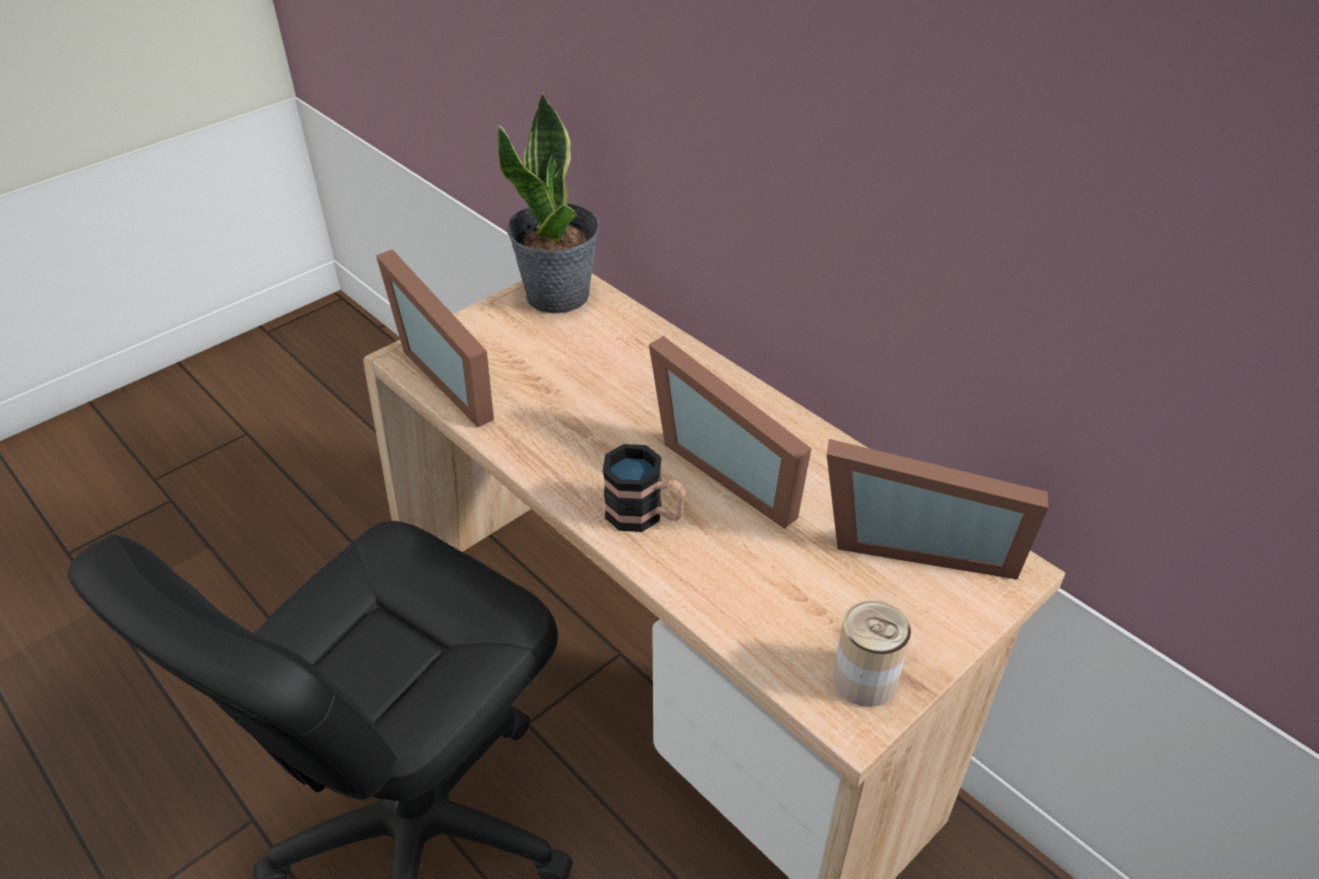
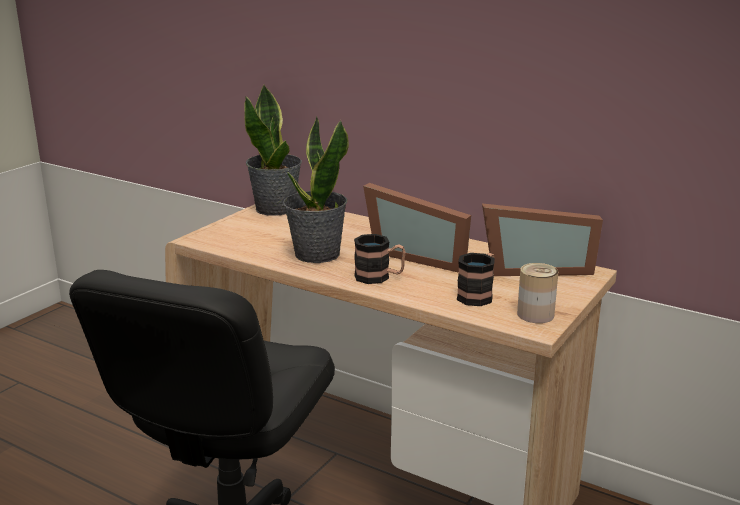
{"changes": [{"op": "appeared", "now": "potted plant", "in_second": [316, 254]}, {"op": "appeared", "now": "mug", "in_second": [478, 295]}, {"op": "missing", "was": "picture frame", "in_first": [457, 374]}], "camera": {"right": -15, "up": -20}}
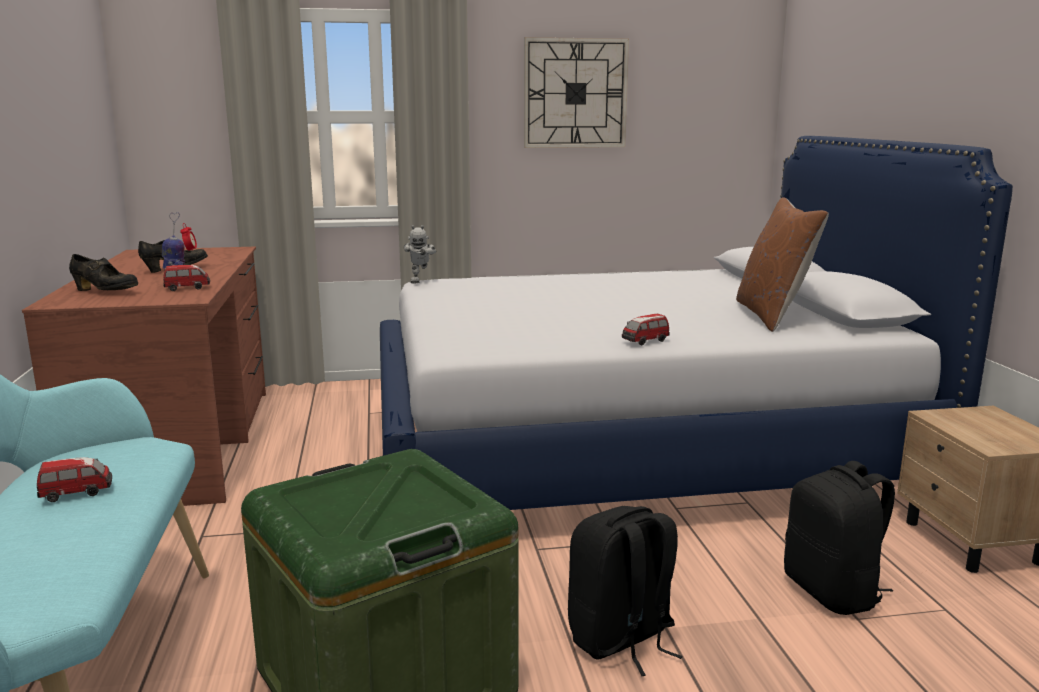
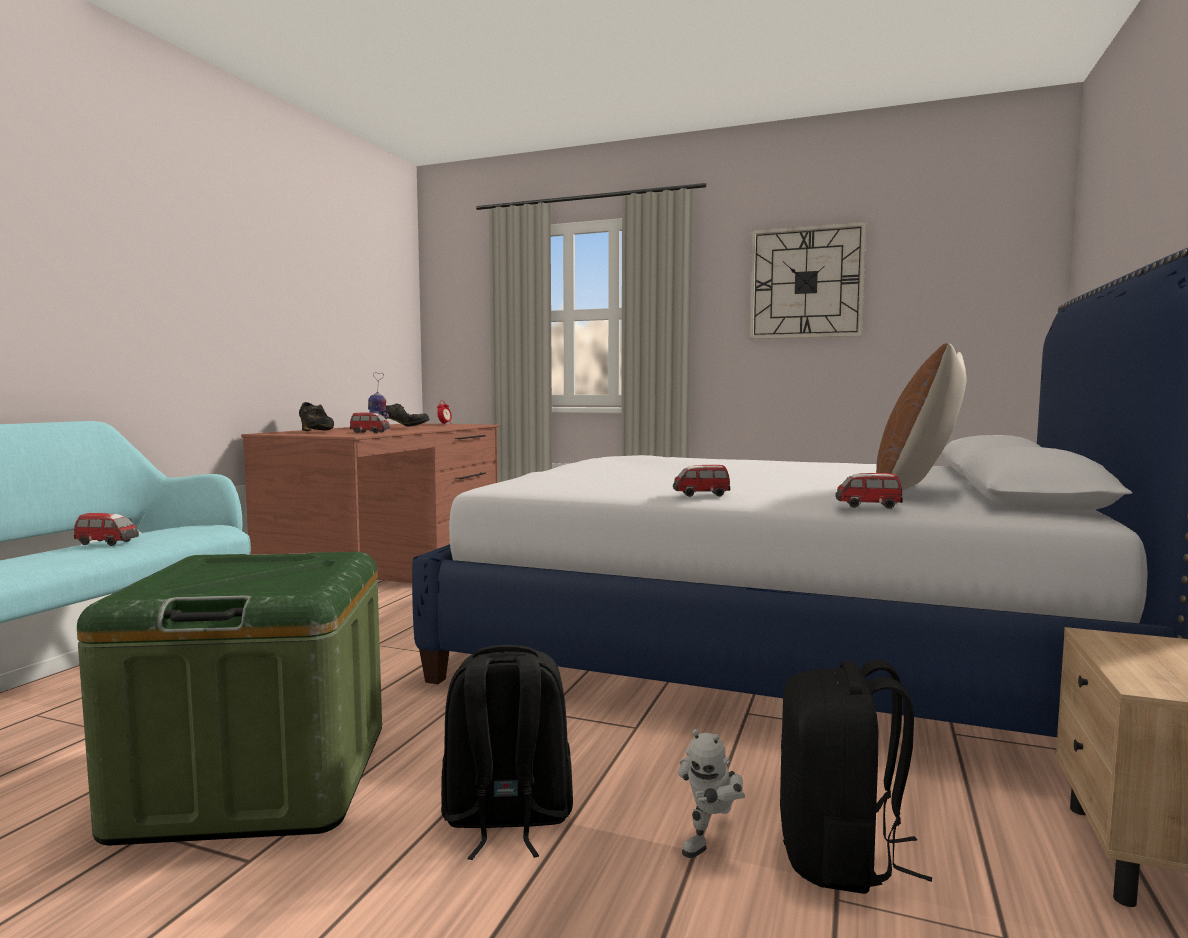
{"changes": [{"op": "relocated", "was": "toy robot", "in_first": [420, 281], "in_second": [712, 843]}, {"op": "appeared", "now": "toy car", "in_second": [867, 506]}], "camera": {"right": 30, "up": -10}}
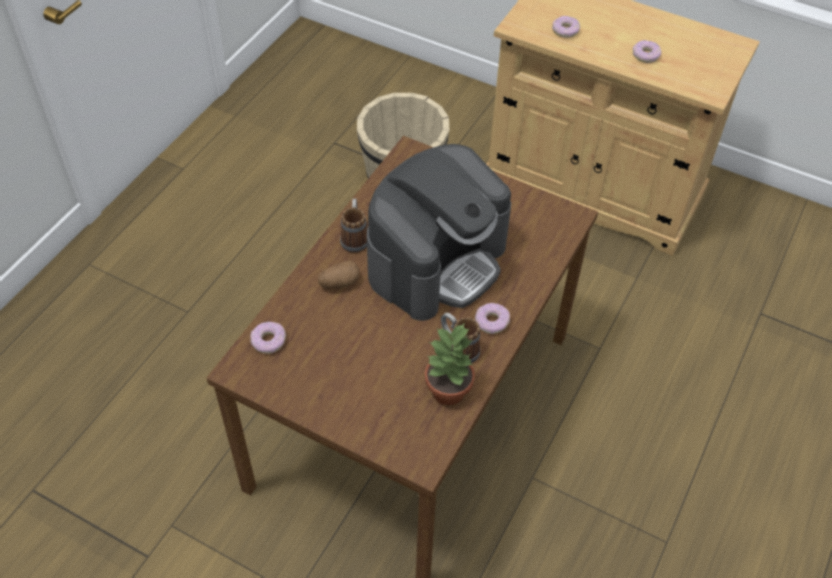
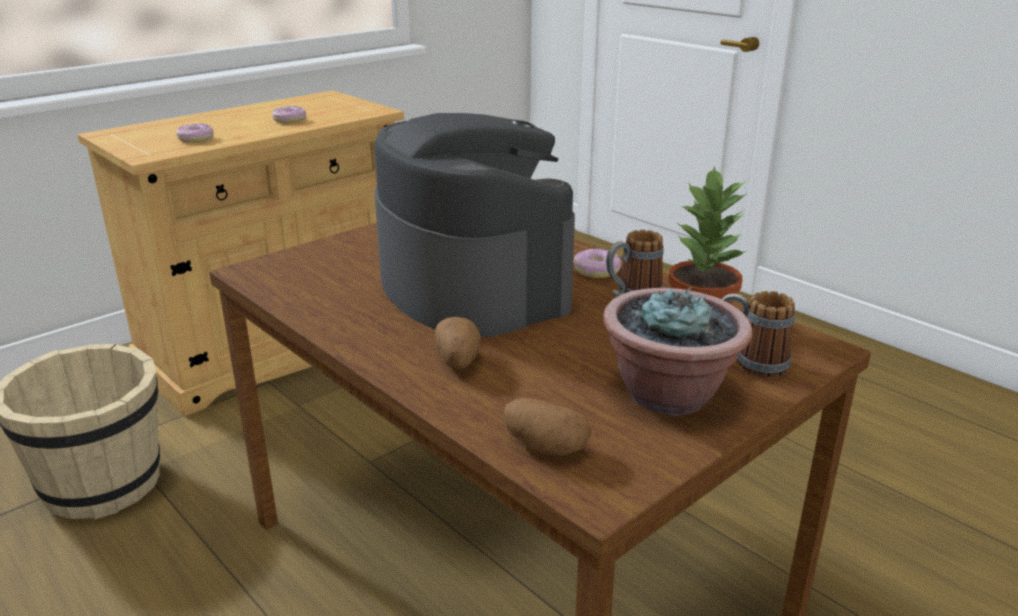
{"changes": [{"op": "exchanged", "was": "donut", "now": "potato", "in_first": [268, 341], "in_second": [544, 447]}, {"op": "appeared", "now": "potted plant", "in_second": [669, 395]}, {"op": "relocated", "was": "mug", "in_first": [355, 237], "in_second": [750, 363]}], "camera": {"right": -70, "up": -25}}
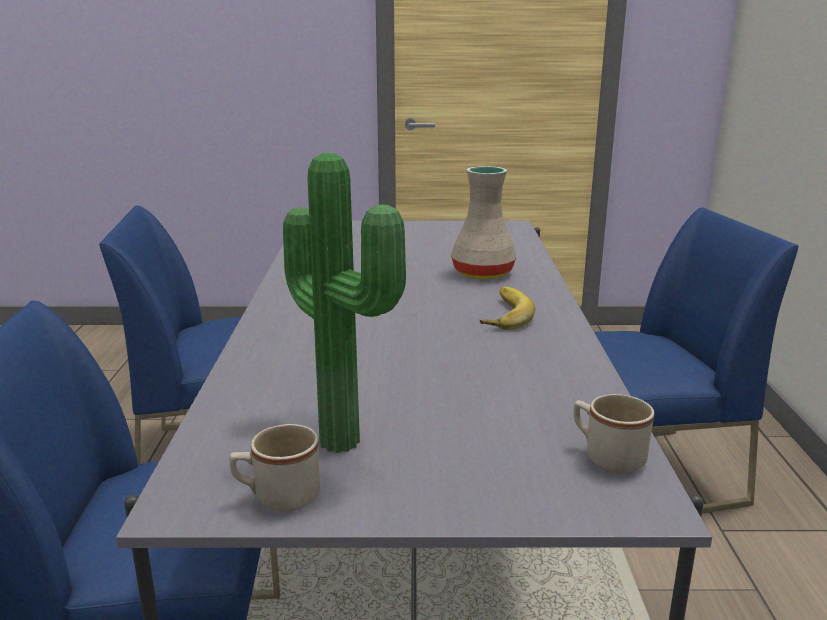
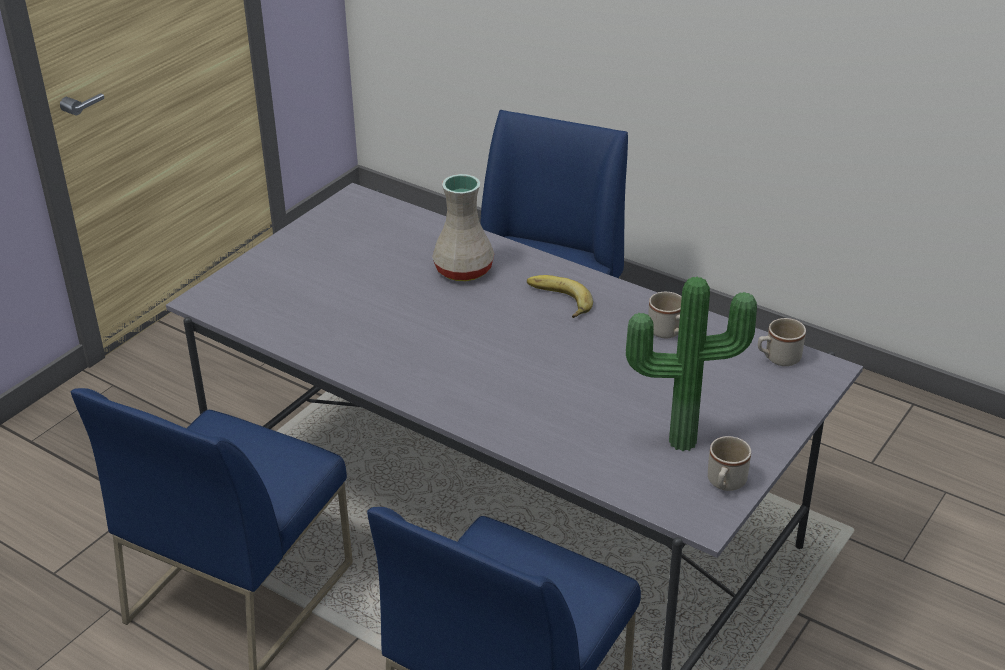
{"changes": [{"op": "appeared", "now": "beige mug", "in_second": [668, 333]}], "camera": {"right": -55, "up": 15}}
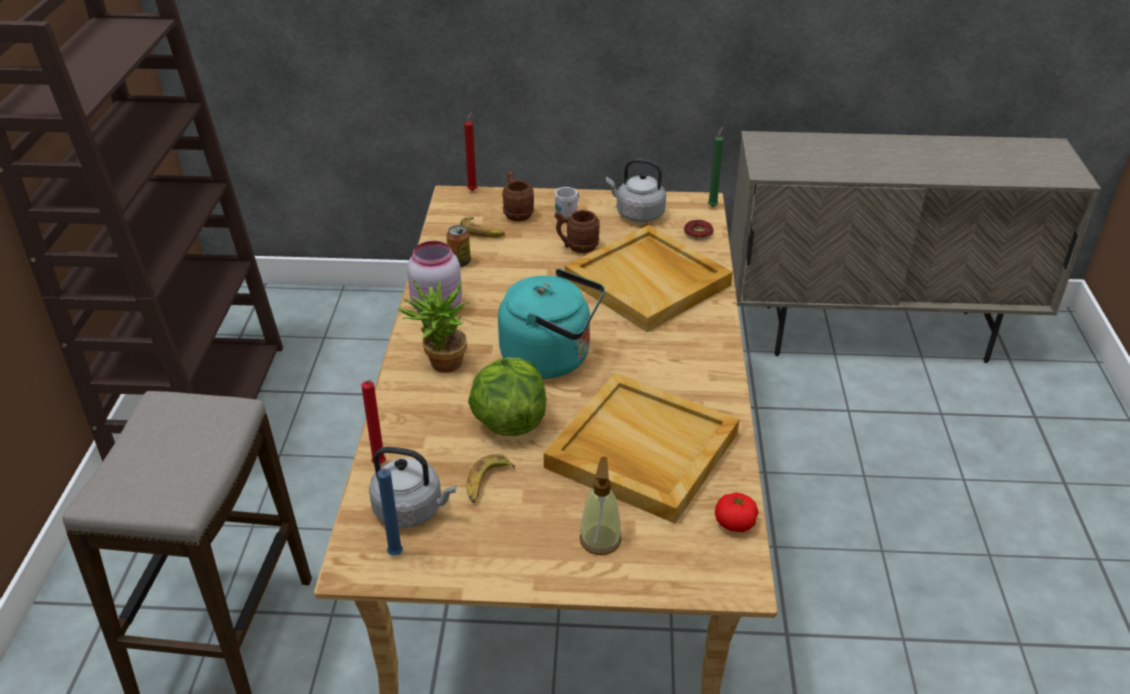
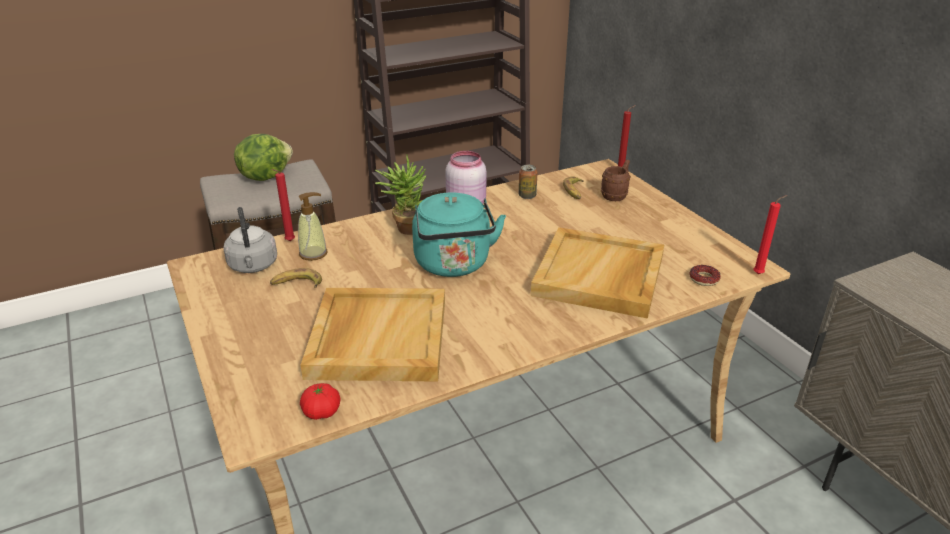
{"changes": [{"op": "relocated", "was": "lettuce", "in_first": [508, 421], "in_second": [265, 176]}, {"op": "relocated", "was": "soap dispenser", "in_first": [600, 539], "in_second": [313, 253]}, {"op": "colour", "was": "green candle", "now": "red candle", "in_first": [713, 206], "in_second": [760, 274]}, {"op": "missing", "was": "blue candle", "in_first": [395, 556]}, {"op": "missing", "was": "white mug", "in_first": [568, 216]}, {"op": "missing", "was": "brown mug", "in_first": [576, 247]}, {"op": "missing", "was": "grey kettle", "in_first": [637, 214]}], "camera": {"right": 60, "up": -5}}
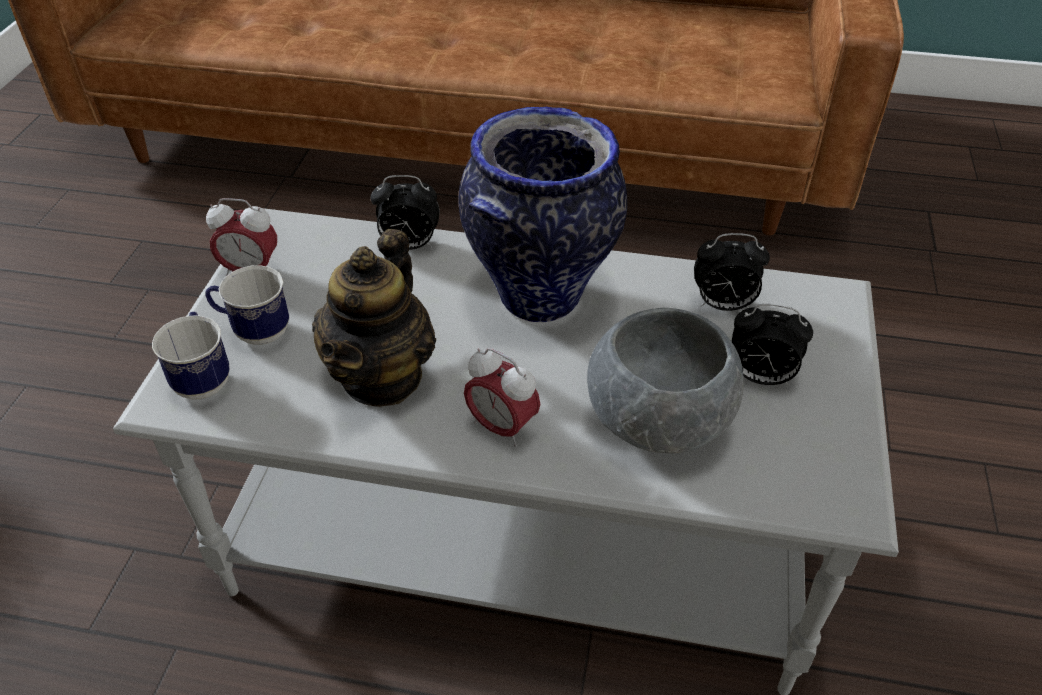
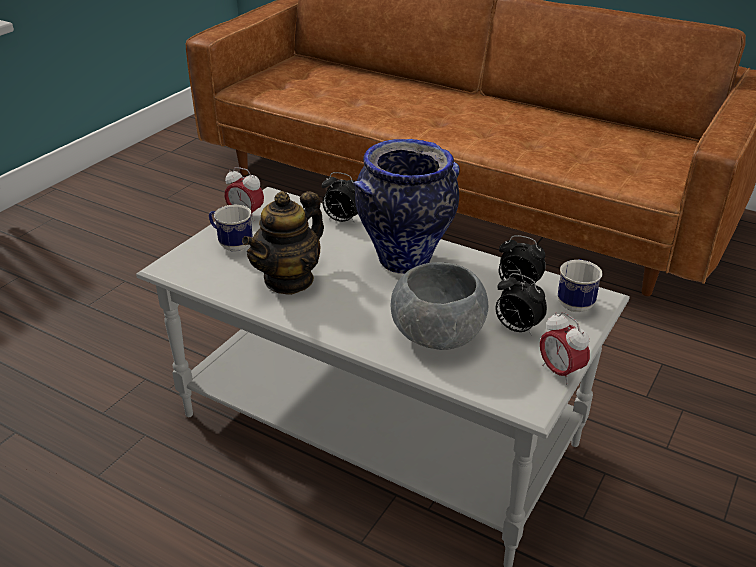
{"changes": [{"op": "relocated", "was": "alarm clock", "in_first": [501, 427], "in_second": [560, 372]}, {"op": "relocated", "was": "mug", "in_first": [203, 378], "in_second": [575, 302]}], "camera": {"right": 20, "up": -10}}
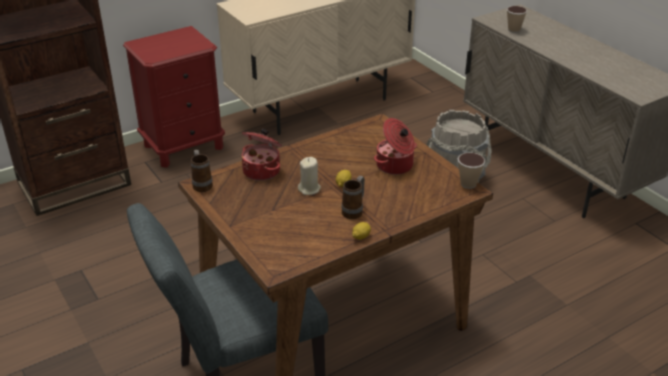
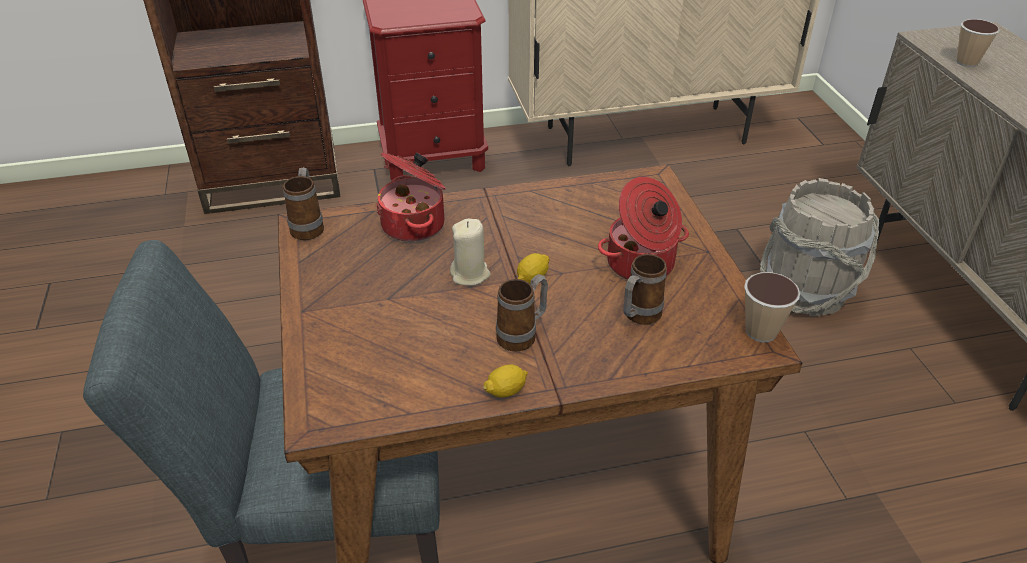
{"changes": [{"op": "appeared", "now": "mug", "in_second": [638, 317]}], "camera": {"right": 20, "up": 5}}
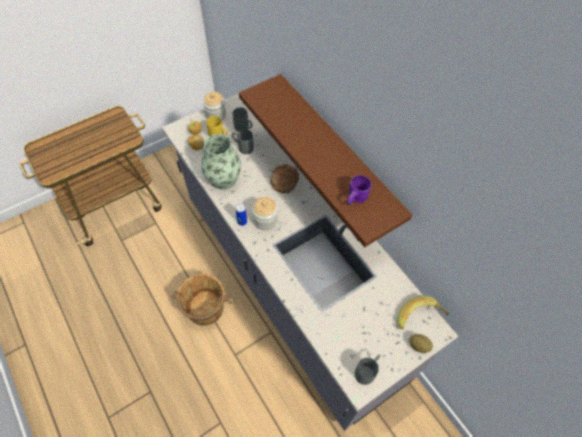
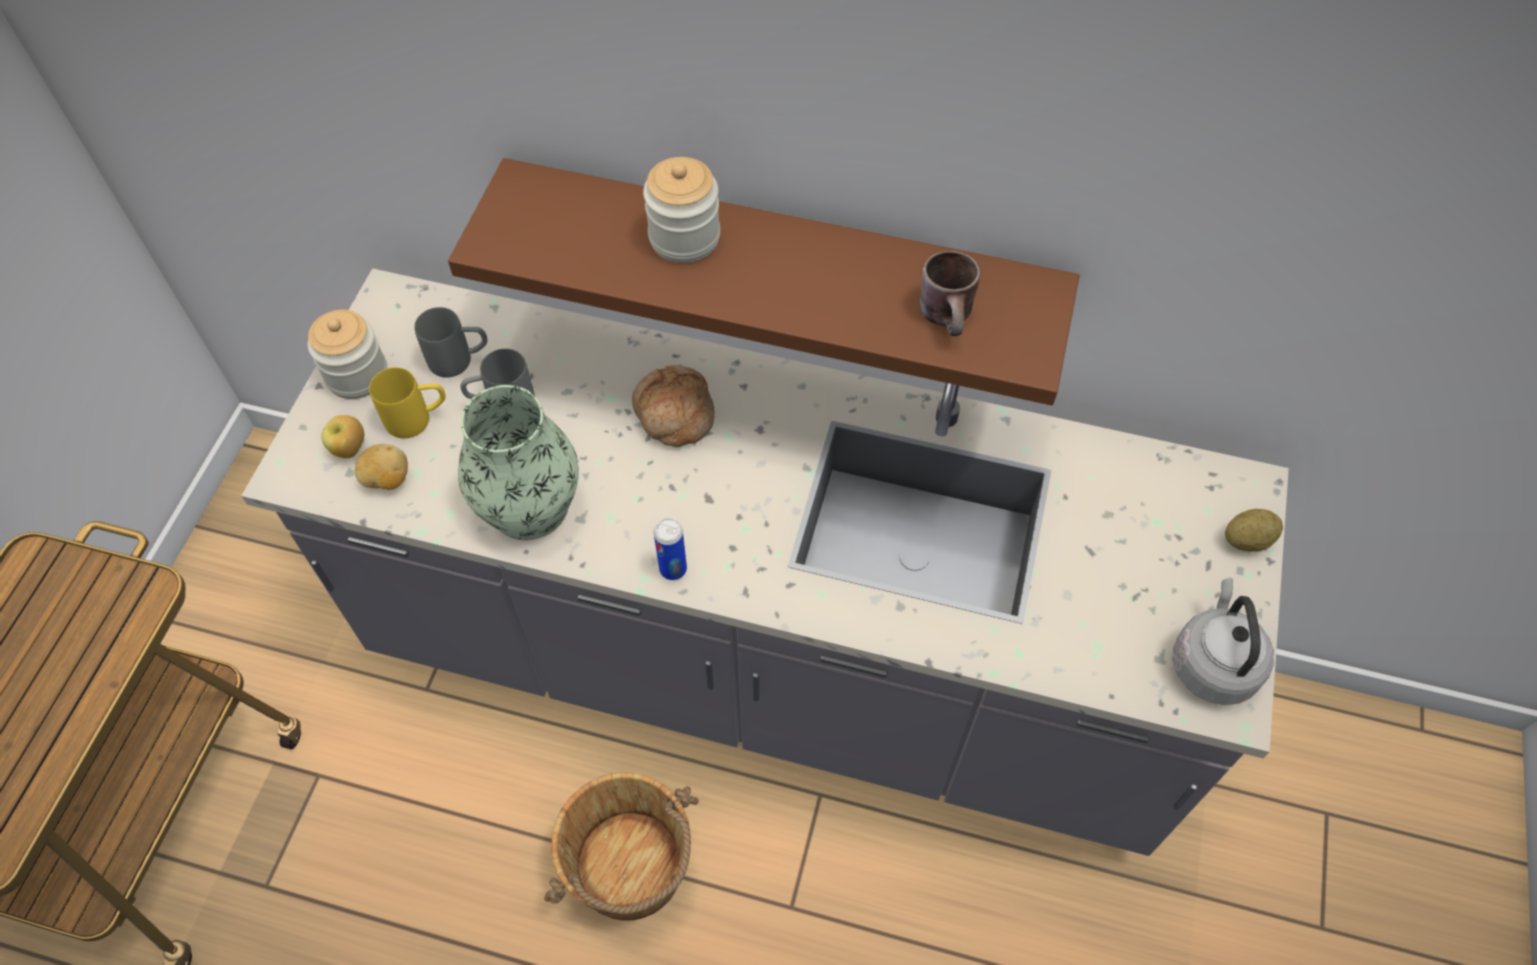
{"changes": [{"op": "relocated", "was": "jar", "in_first": [265, 220], "in_second": [684, 237]}, {"op": "colour", "was": "purple mug", "now": "brown mug", "in_first": [357, 199], "in_second": [951, 317]}, {"op": "exchanged", "was": "grey mug", "now": "grey kettle", "in_first": [367, 371], "in_second": [1212, 663]}, {"op": "missing", "was": "banana", "in_first": [419, 319]}], "camera": {"right": -40, "up": 0}}
